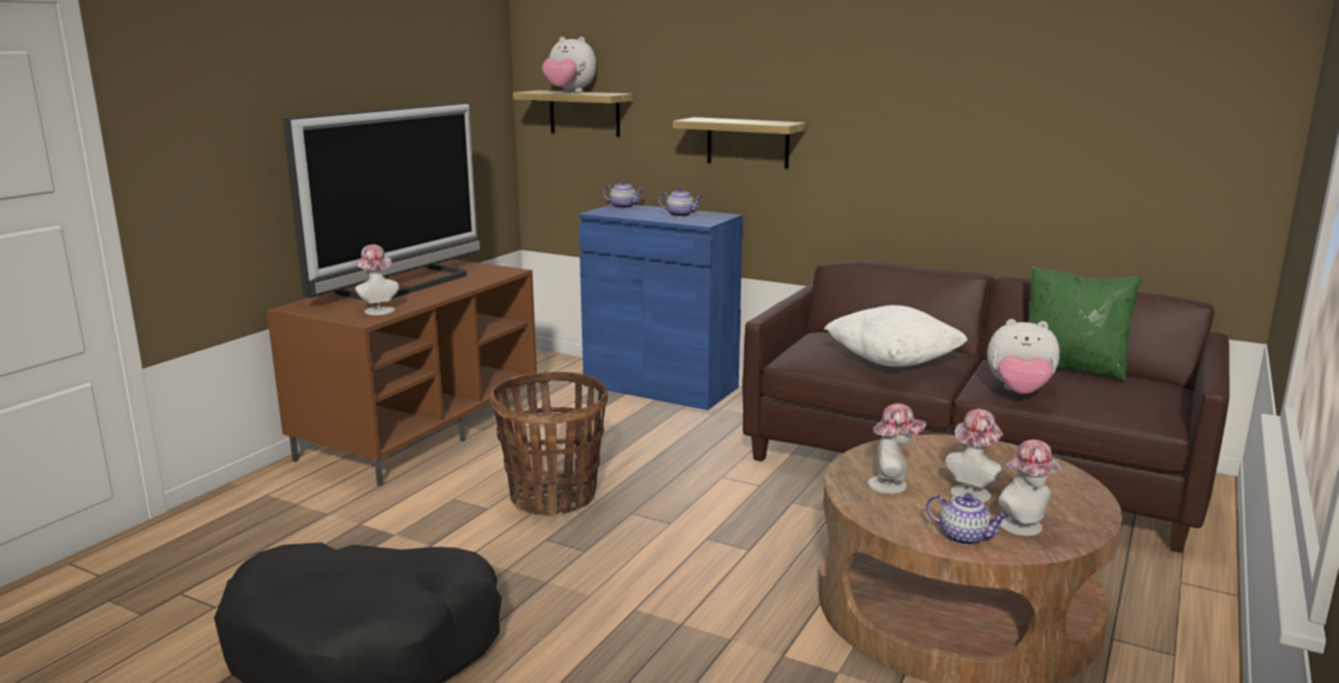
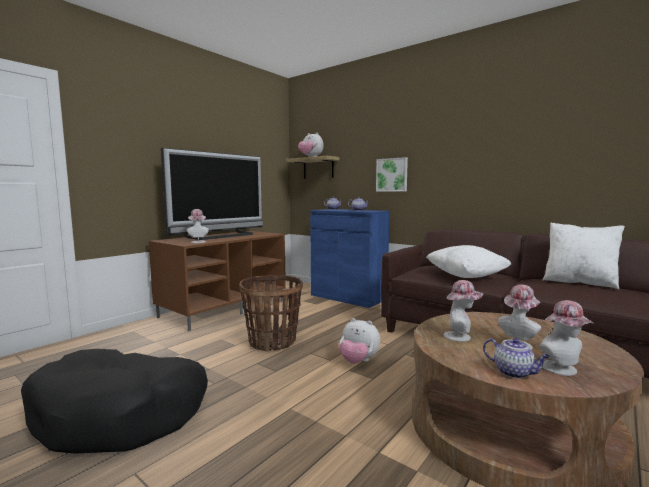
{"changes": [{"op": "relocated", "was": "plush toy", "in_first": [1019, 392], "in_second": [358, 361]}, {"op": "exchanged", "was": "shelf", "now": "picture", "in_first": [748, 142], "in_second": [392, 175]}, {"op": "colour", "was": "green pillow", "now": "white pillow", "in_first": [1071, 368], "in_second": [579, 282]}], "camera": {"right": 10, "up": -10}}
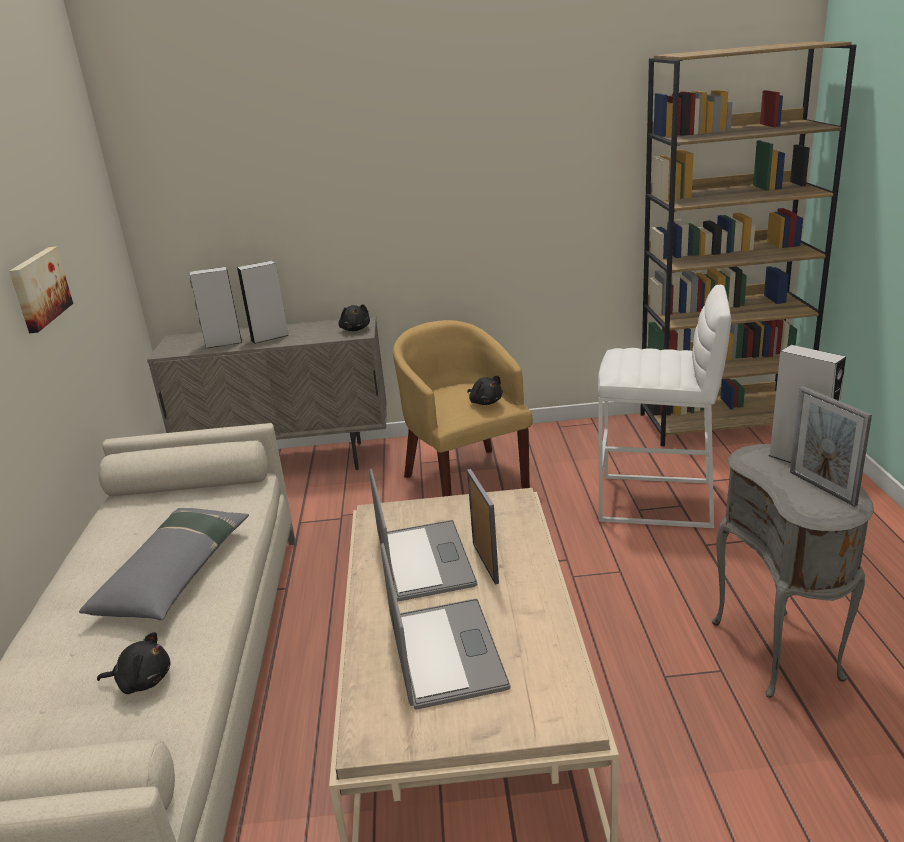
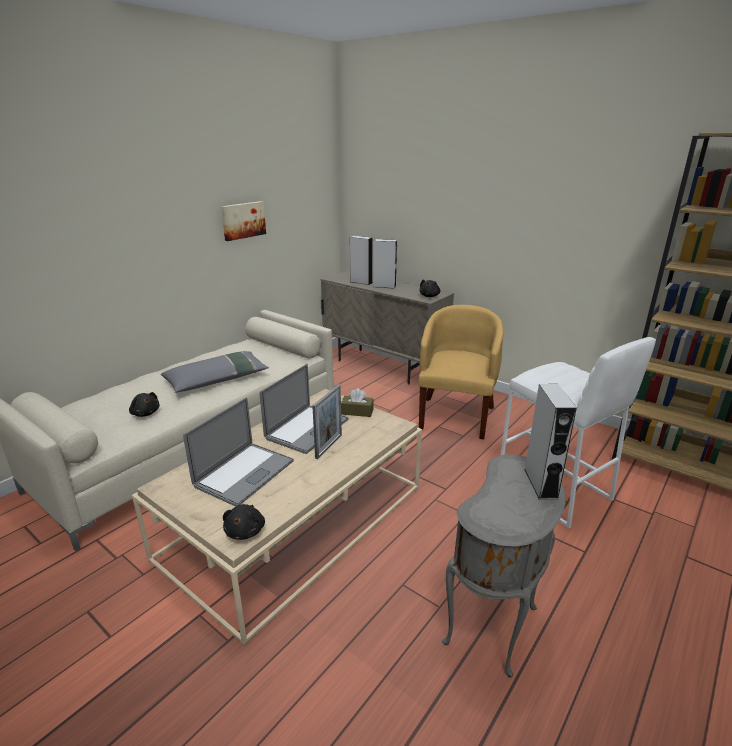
{"changes": [{"op": "relocated", "was": "black plush toy", "in_first": [485, 402], "in_second": [246, 531]}, {"op": "appeared", "now": "brown tissue box", "in_second": [357, 412]}, {"op": "missing", "was": "picture frame", "in_first": [822, 488]}], "camera": {"right": 40, "up": 0}}
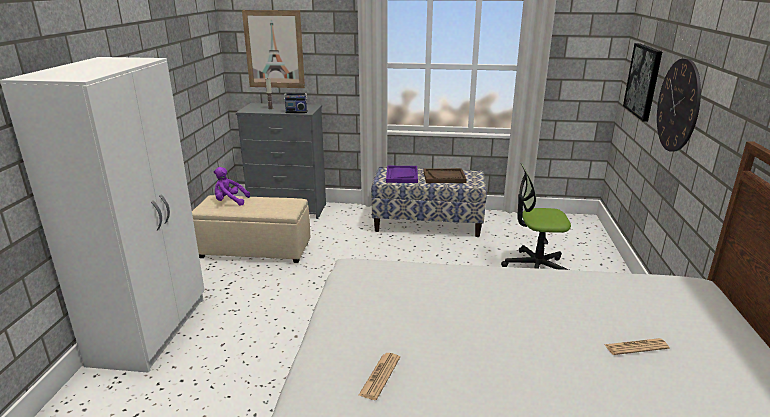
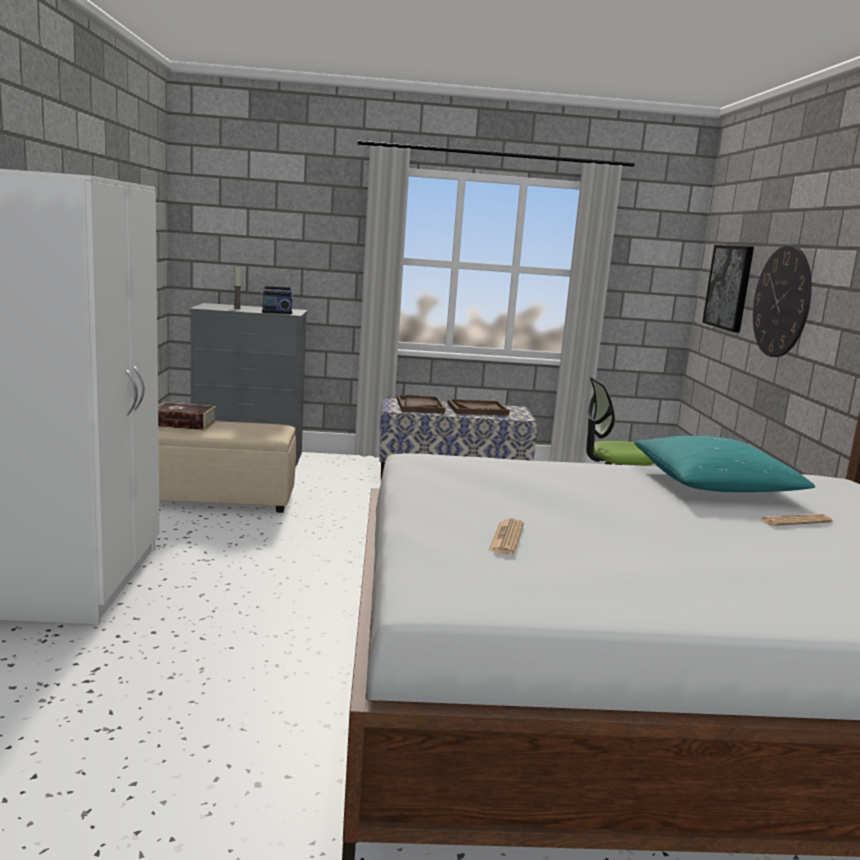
{"changes": [{"op": "exchanged", "was": "purple plush toy", "now": "book", "in_first": [230, 201], "in_second": [184, 424]}, {"op": "colour", "was": "purple tray", "now": "brown tray", "in_first": [401, 175], "in_second": [420, 406]}, {"op": "appeared", "now": "turquoise pillow", "in_second": [715, 485]}, {"op": "missing", "was": "picture", "in_first": [274, 49]}], "camera": {"right": -10, "up": -10}}
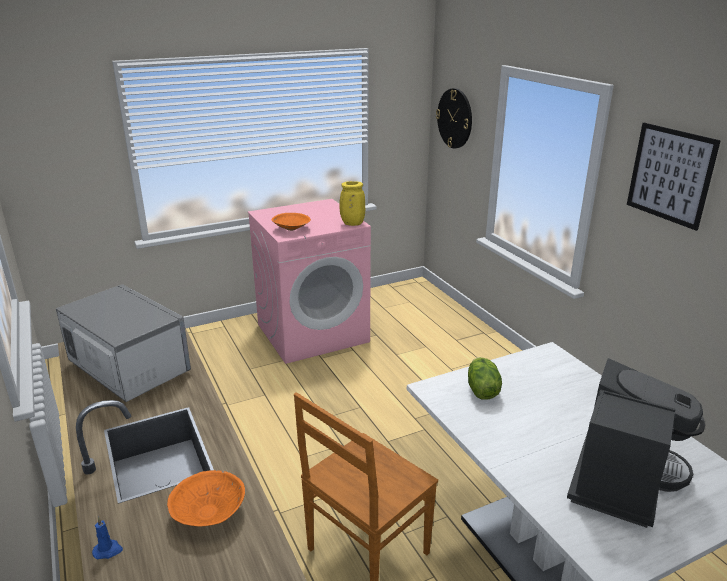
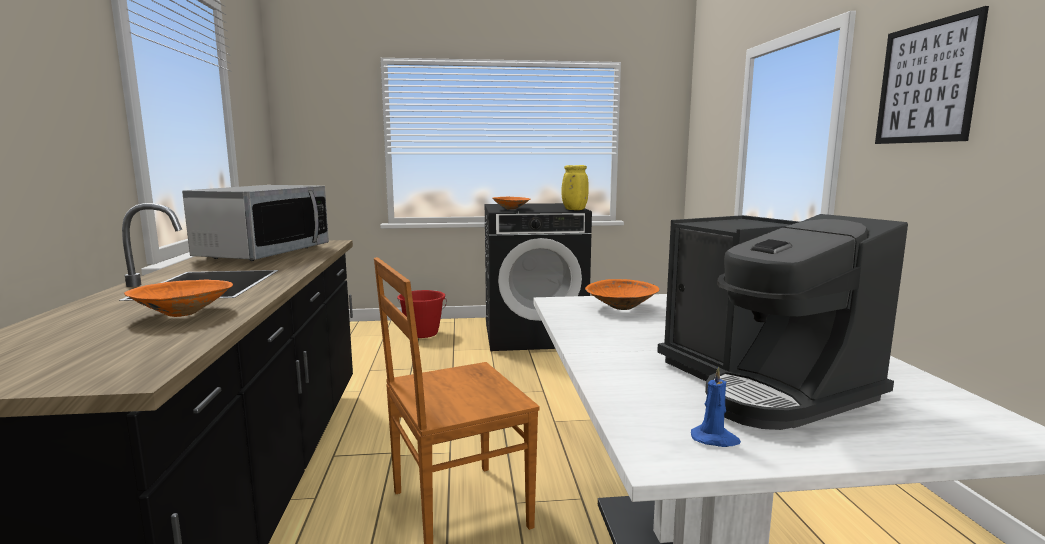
{"changes": [{"op": "spun", "was": "microwave", "in_first": [128, 368], "in_second": [264, 253], "clockwise": 45}, {"op": "appeared", "now": "red bucket", "in_second": [422, 333]}, {"op": "colour", "was": "pink washing machine", "now": "black washing machine", "in_first": [313, 332], "in_second": [534, 335]}, {"op": "exchanged", "was": "lettuce", "now": "orange bowl", "in_first": [481, 390], "in_second": [620, 308]}, {"op": "spun", "was": "coffee machine", "in_first": [622, 479], "in_second": [762, 385], "clockwise": 105}, {"op": "relocated", "was": "blue candle", "in_first": [108, 550], "in_second": [715, 439]}, {"op": "missing", "was": "wall clock", "in_first": [455, 118]}], "camera": {"right": 20, "up": -15}}
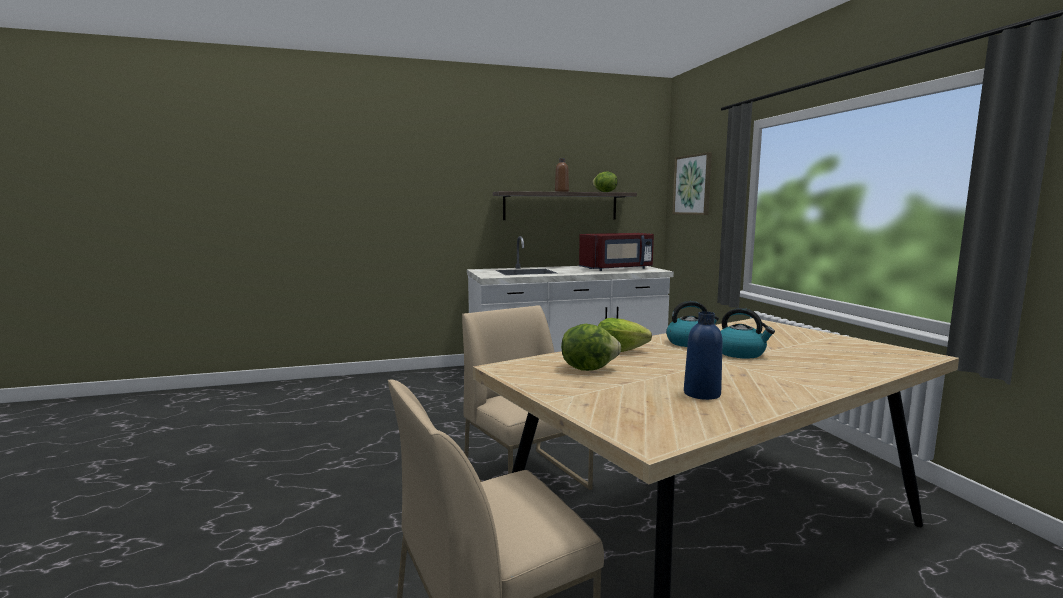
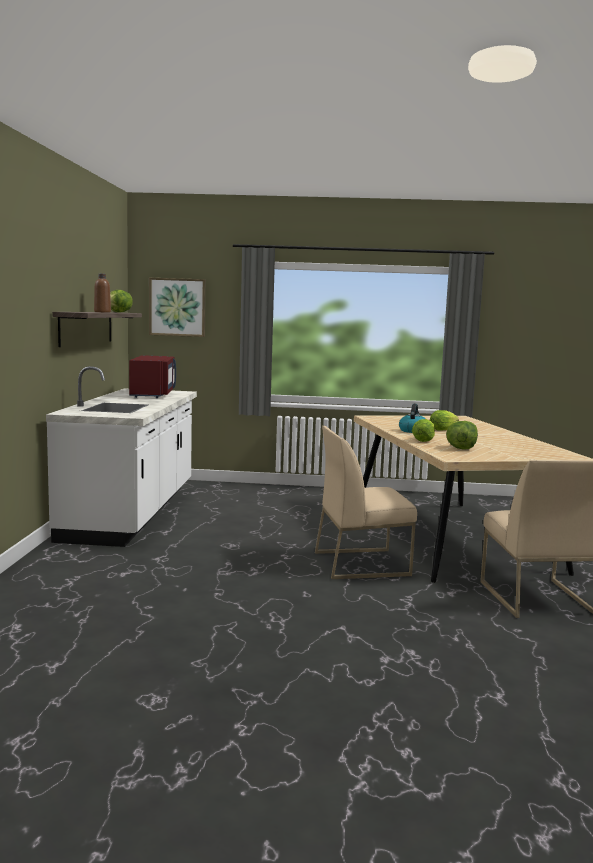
{"changes": [{"op": "exchanged", "was": "kettle", "now": "lettuce", "in_first": [741, 353], "in_second": [442, 430]}, {"op": "missing", "was": "blue bottle", "in_first": [702, 394]}], "camera": {"right": -70, "up": 0}}
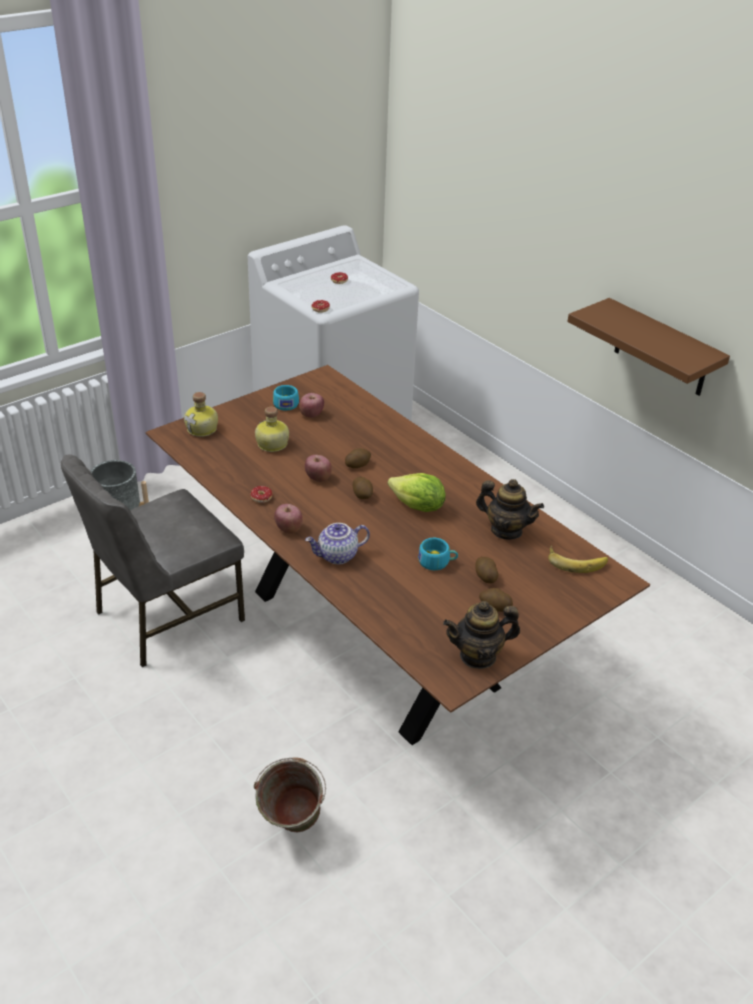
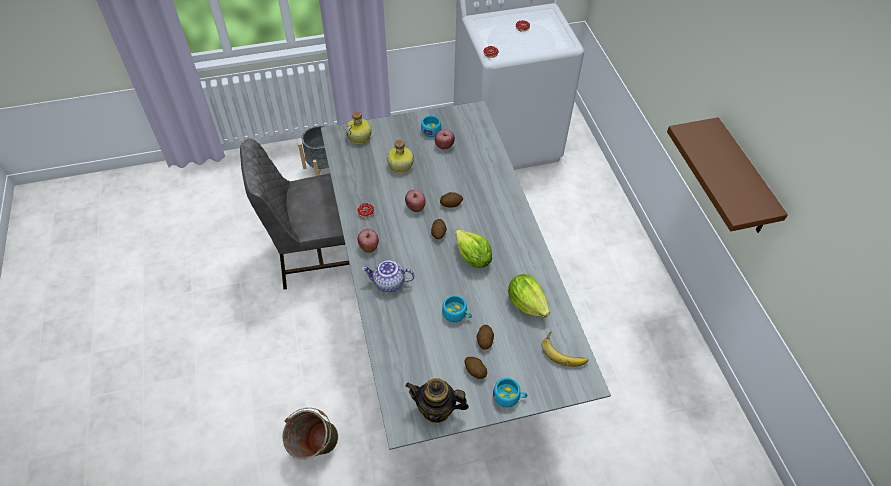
{"changes": [{"op": "colour", "was": "brown dining table", "now": "grey dining table", "in_first": [371, 636], "in_second": [444, 320]}, {"op": "appeared", "now": "turquoise cup", "in_second": [509, 396]}, {"op": "exchanged", "was": "teapot", "now": "lettuce", "in_first": [506, 530], "in_second": [527, 303]}], "camera": {"right": 25, "up": 15}}
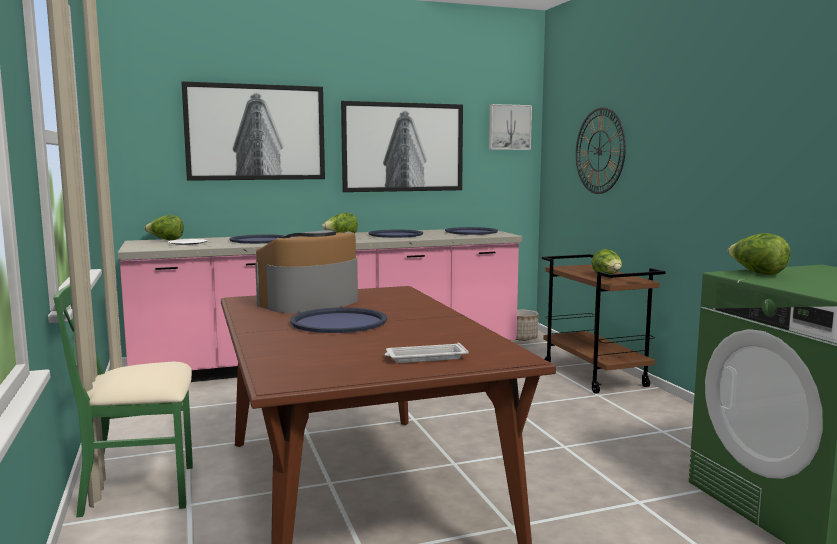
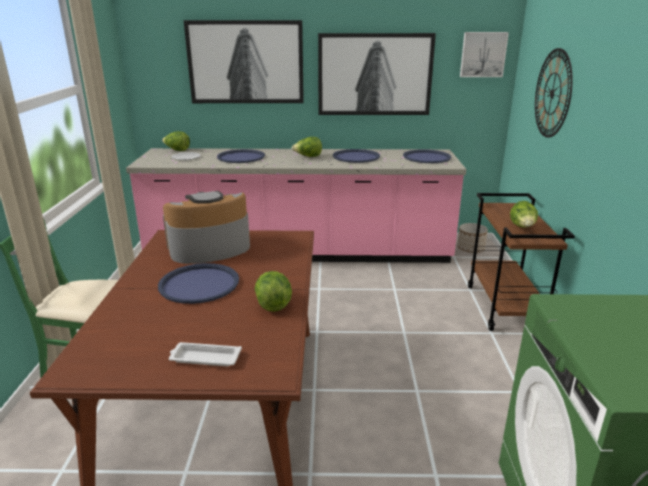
{"changes": [{"op": "relocated", "was": "lettuce", "in_first": [757, 273], "in_second": [273, 304]}], "camera": {"right": 20, "up": 15}}
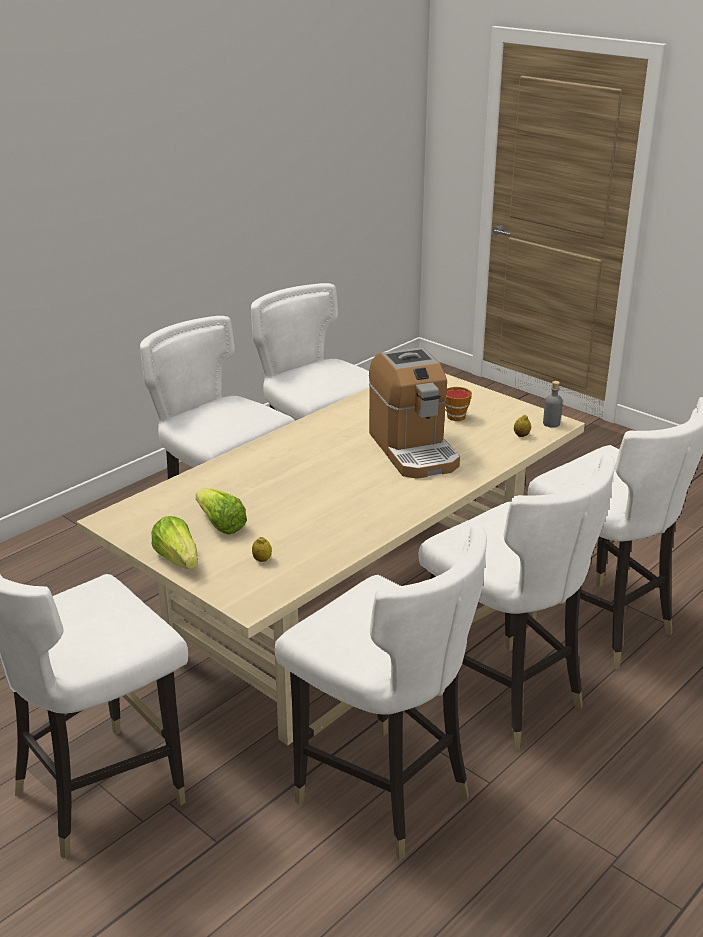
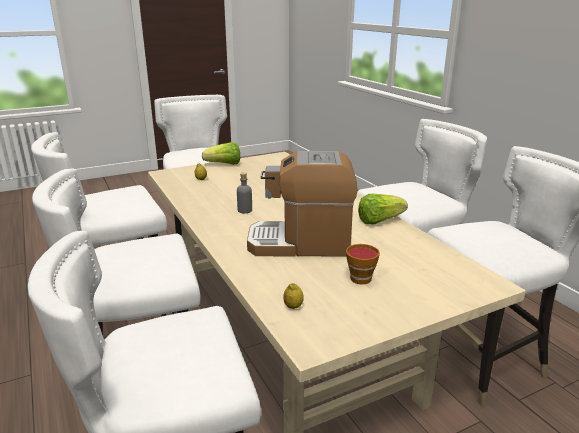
{"changes": [{"op": "relocated", "was": "grey bottle", "in_first": [551, 423], "in_second": [245, 210]}, {"op": "relocated", "was": "lettuce", "in_first": [220, 525], "in_second": [379, 221]}], "camera": {"right": 110, "up": -5}}
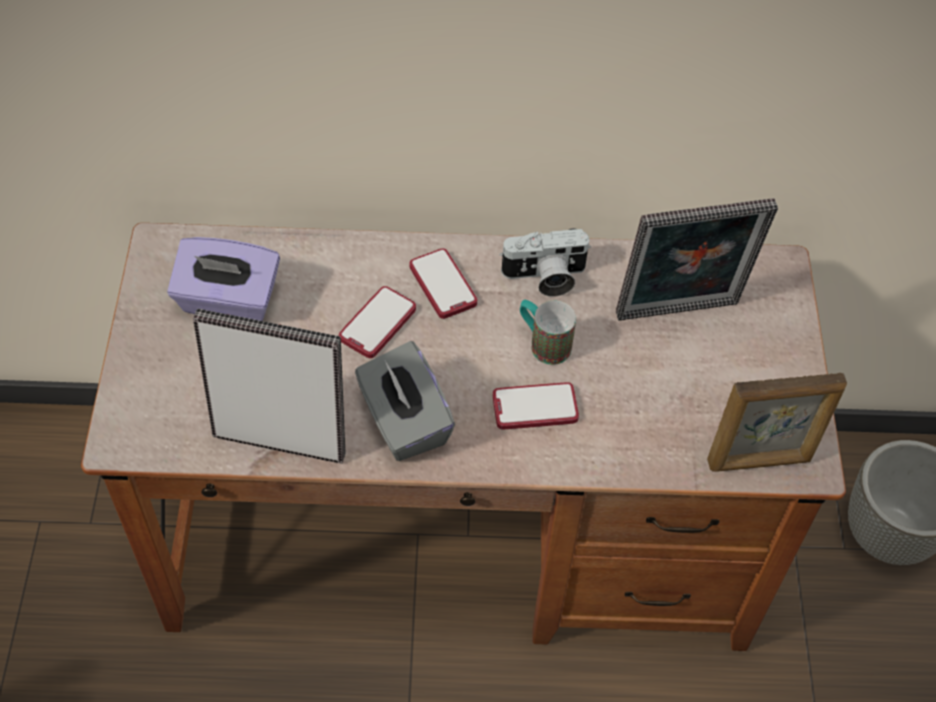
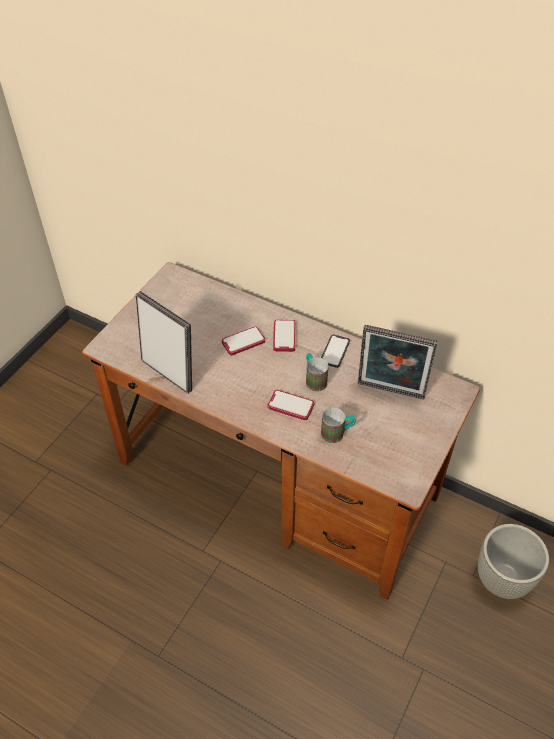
{"changes": [{"op": "exchanged", "was": "photo camera", "now": "phone", "in_first": [545, 278], "in_second": [335, 351]}, {"op": "appeared", "now": "mug", "in_second": [337, 433]}, {"op": "missing", "was": "purple tissue box", "in_first": [228, 301]}, {"op": "missing", "was": "grey tissue box", "in_first": [404, 422]}, {"op": "missing", "was": "picture frame", "in_first": [759, 461]}], "camera": {"right": 30, "up": -5}}
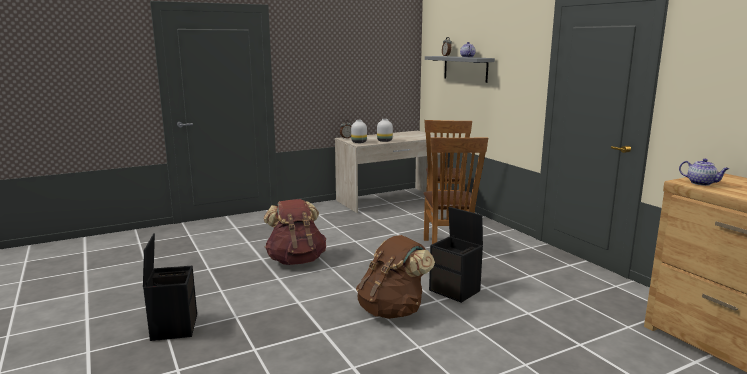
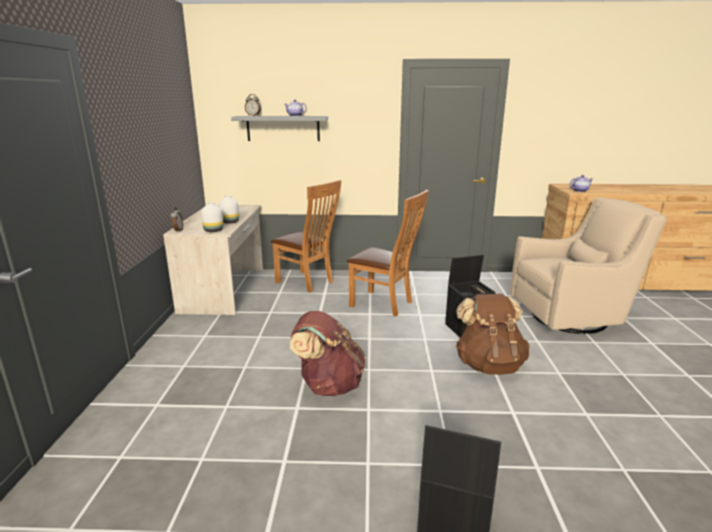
{"changes": [{"op": "appeared", "now": "beige armchair", "in_second": [572, 317]}], "camera": {"right": -60, "up": 5}}
